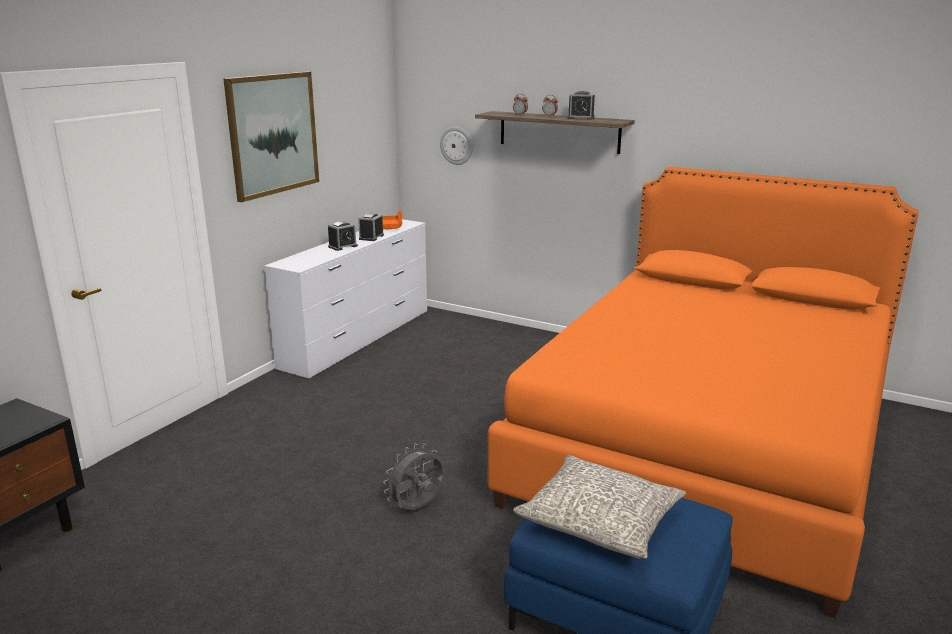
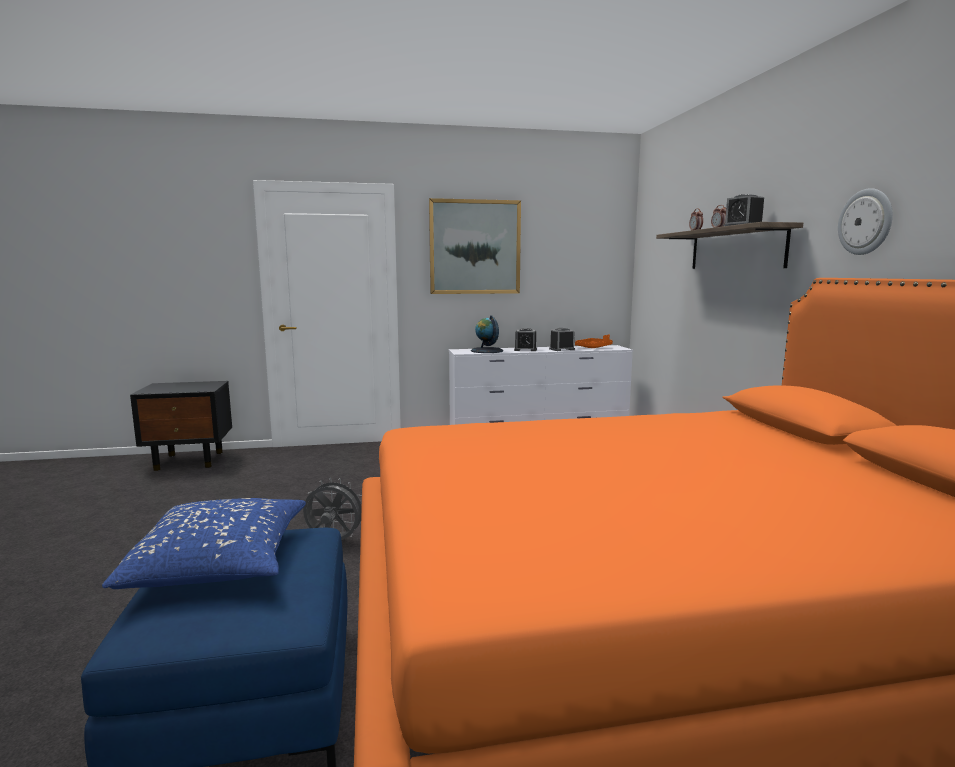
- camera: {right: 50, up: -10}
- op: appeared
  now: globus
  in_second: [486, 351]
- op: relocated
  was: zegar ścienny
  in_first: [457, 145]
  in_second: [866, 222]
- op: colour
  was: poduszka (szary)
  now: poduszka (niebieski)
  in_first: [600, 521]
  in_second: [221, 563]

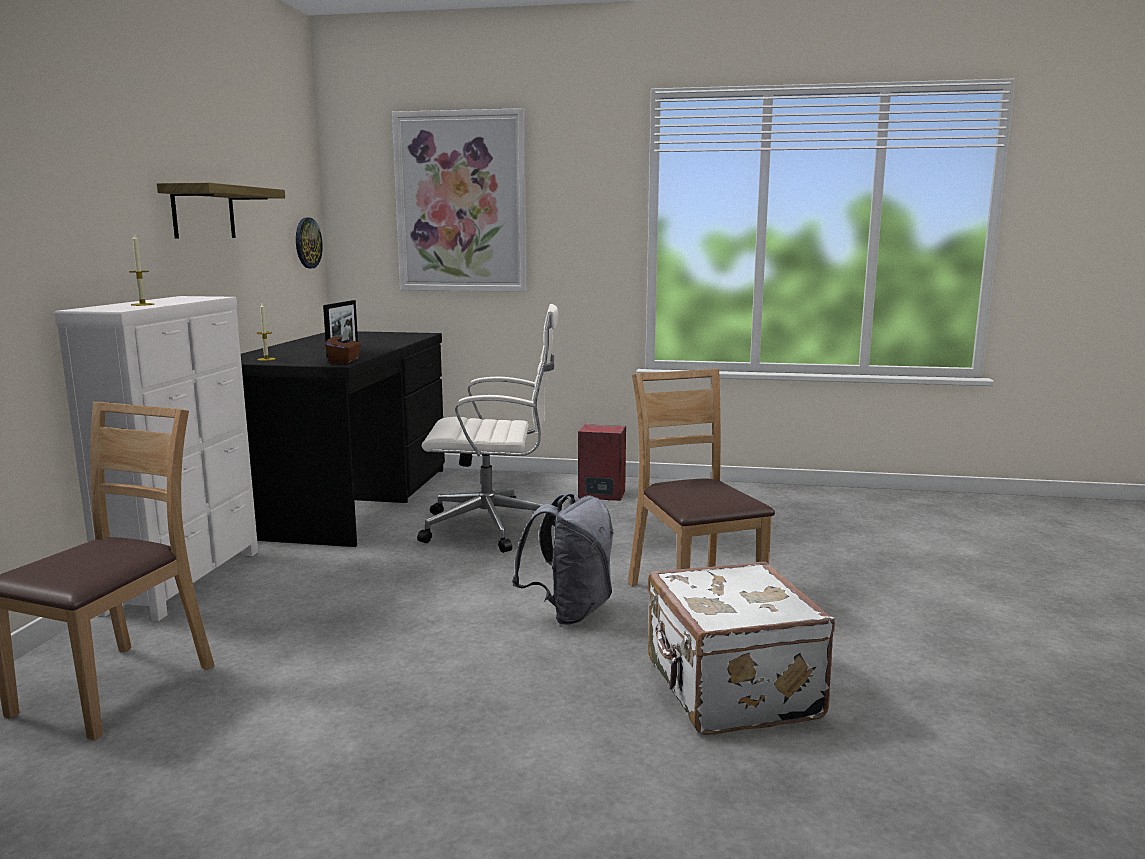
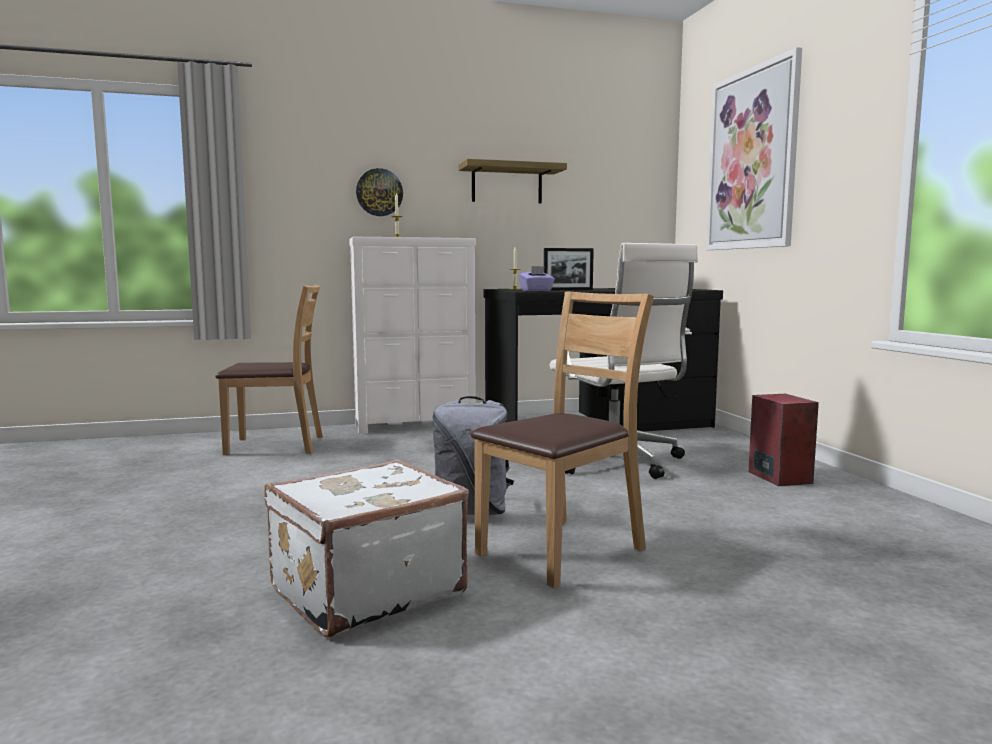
- camera: {right: 65, up: -5}
- op: relocated
  was: zegar ścienny
  in_first: [307, 243]
  in_second: [379, 192]
- op: colour
  was: pudełko chusteczek (brązowy)
  now: pudełko chusteczek (fioletowy)
  in_first: [344, 361]
  in_second: [536, 291]

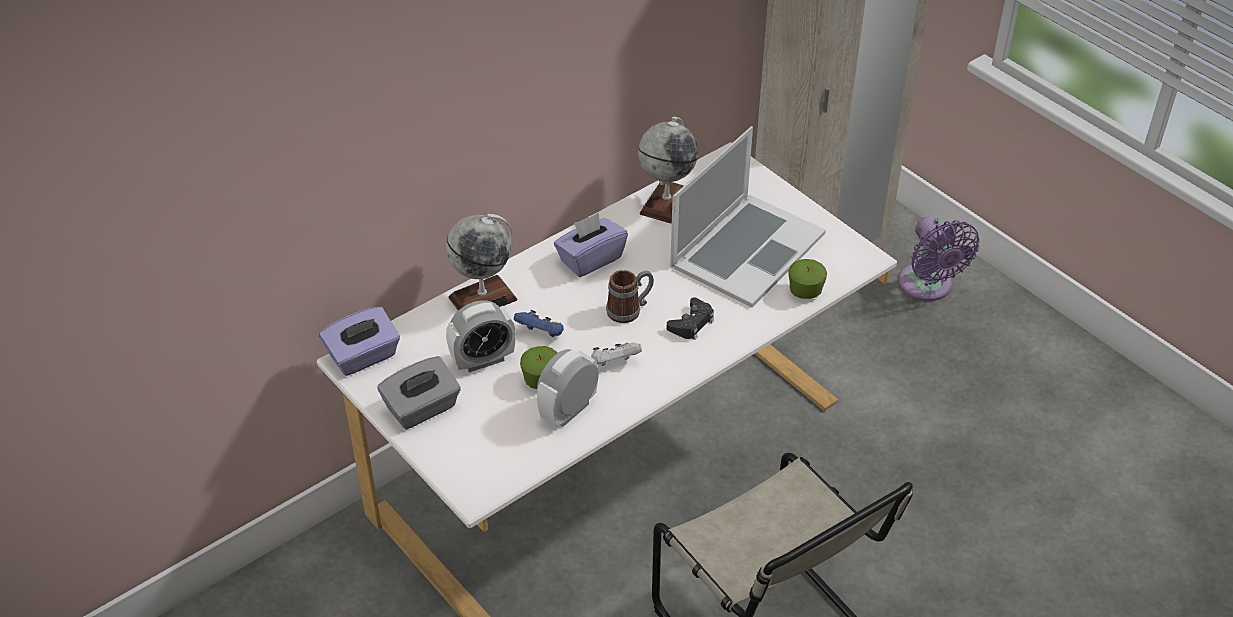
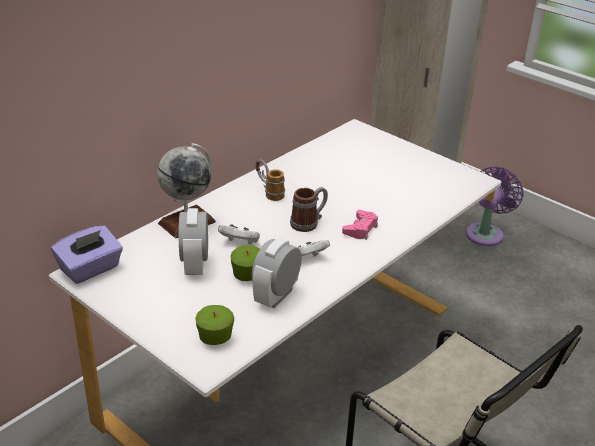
- camera: {right: -10, up: -10}
- op: missing
  was: pudełko chusteczek (szary)
  in_first: [422, 409]
- op: missing
  was: globus
  in_first: [666, 202]
- op: missing
  was: laptop
  in_first: [746, 249]
- op: relocated
  was: jabłko
  in_first: [805, 291]
  in_second: [215, 338]
- op: exchanged
  was: pudełko chusteczek (fioletowy)
  now: kubek
  in_first: [590, 259]
  in_second: [268, 192]
- op: colour
  was: pad do gier (niebieski)
  now: pad do gier (biały)
  in_first: [541, 333]
  in_second: [240, 243]
- op: colour
  was: pad do gier (czarny)
  now: pad do gier (różowy)
  in_first: [691, 324]
  in_second: [360, 229]
- op: spun
  was: budzik
  in_first: [483, 360]
  in_second: [195, 264]
  clockwise: 120
- op: spun
  was: wentylator (fioletowy)
  in_first: [927, 287]
  in_second: [486, 233]
  clockwise: -120

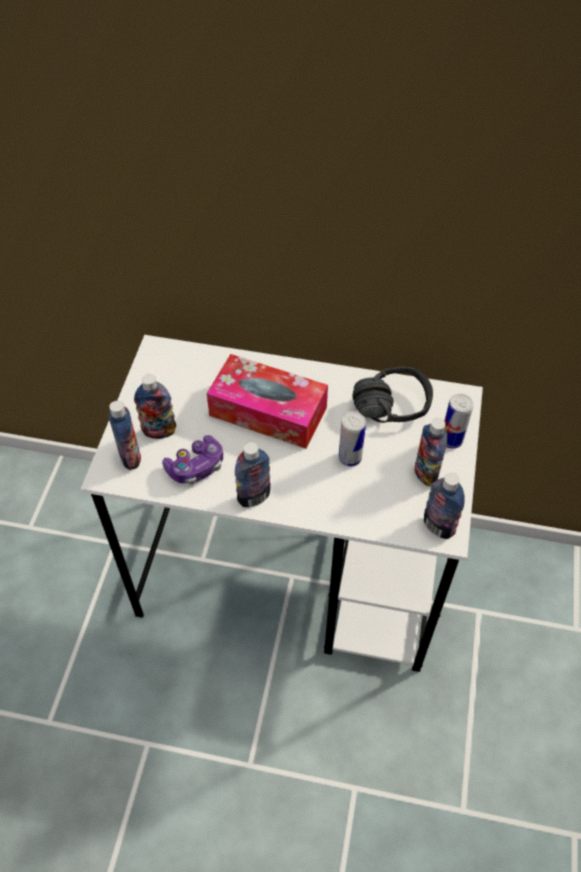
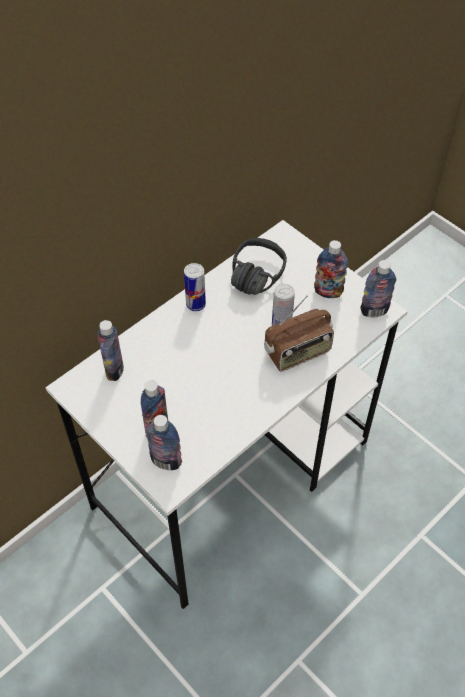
- camera: {right: -55, up: 0}
- op: missing
  was: pad do gier
  in_first: [196, 467]
- op: missing
  was: pudełko chusteczek
  in_first: [268, 411]
- op: appeared
  now: radio
  in_second: [298, 353]
- op: relocated
  was: butelka
  in_first: [254, 497]
  in_second: [114, 370]
- op: relocated
  was: puszka
  in_first: [451, 440]
  in_second: [195, 304]

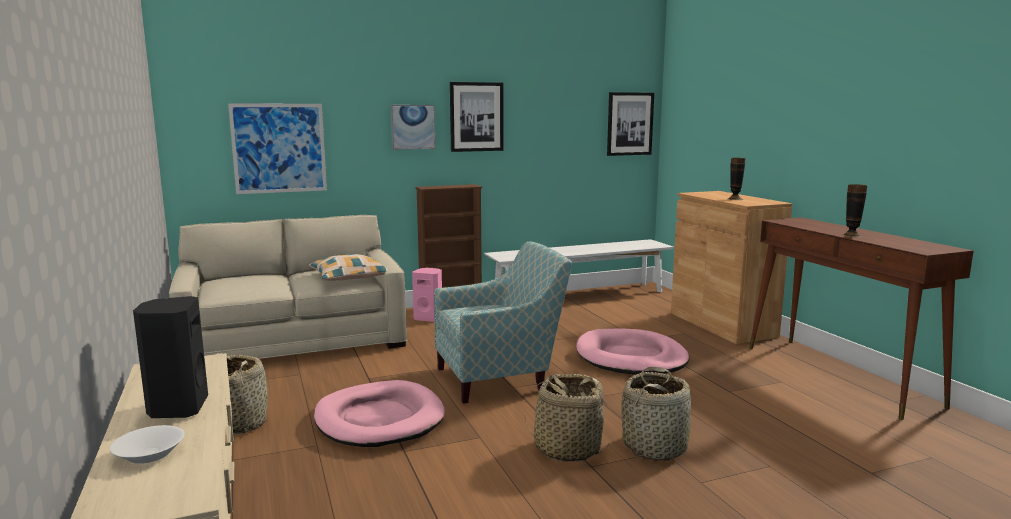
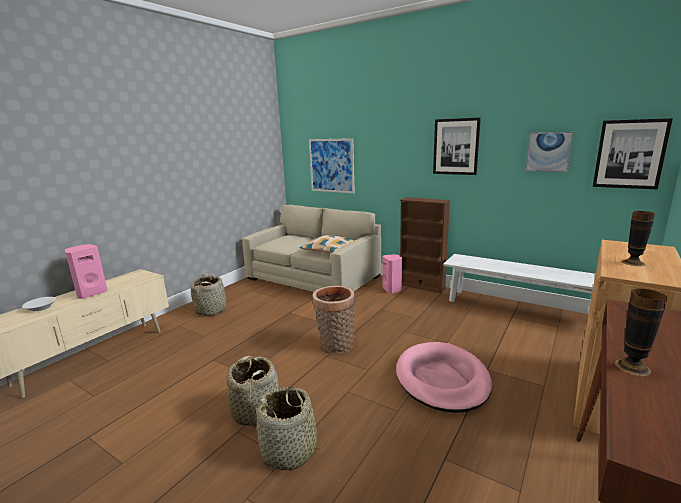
- camera: {right: 55, up: 5}
- op: missing
  was: legowisko (różowy)
  in_first: [379, 419]
- op: relocated
  was: obraz
  in_first: [413, 127]
  in_second: [548, 152]
- op: exchanged
  was: fotel
  now: koszyk
  in_first: [500, 378]
  in_second: [336, 346]
- op: colour
  was: głośnik (czarny)
  now: głośnik (różowy)
  in_first: [177, 408]
  in_second: [91, 293]

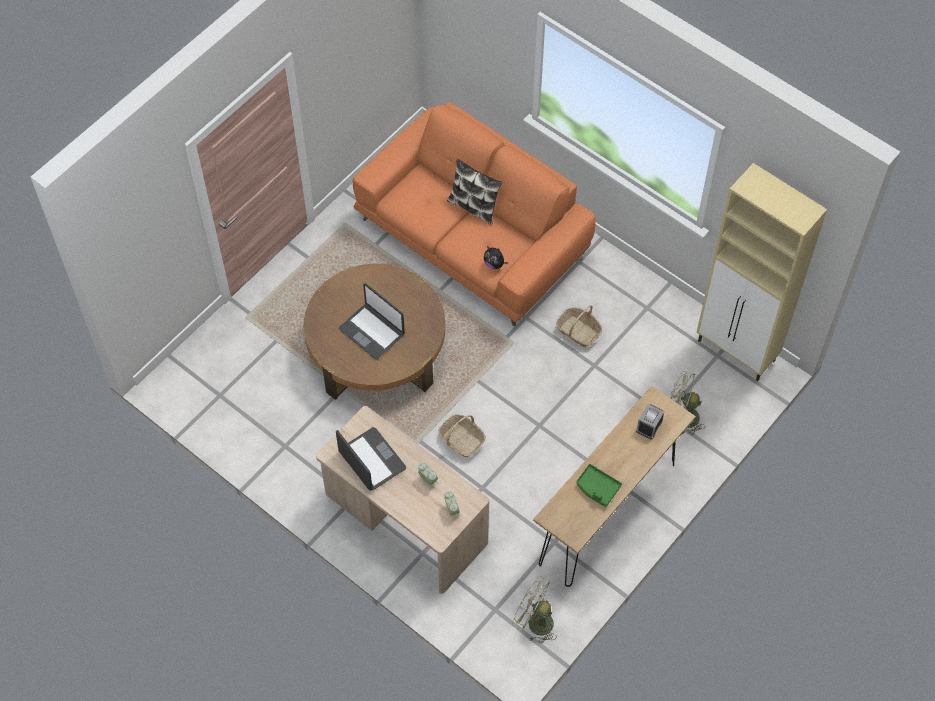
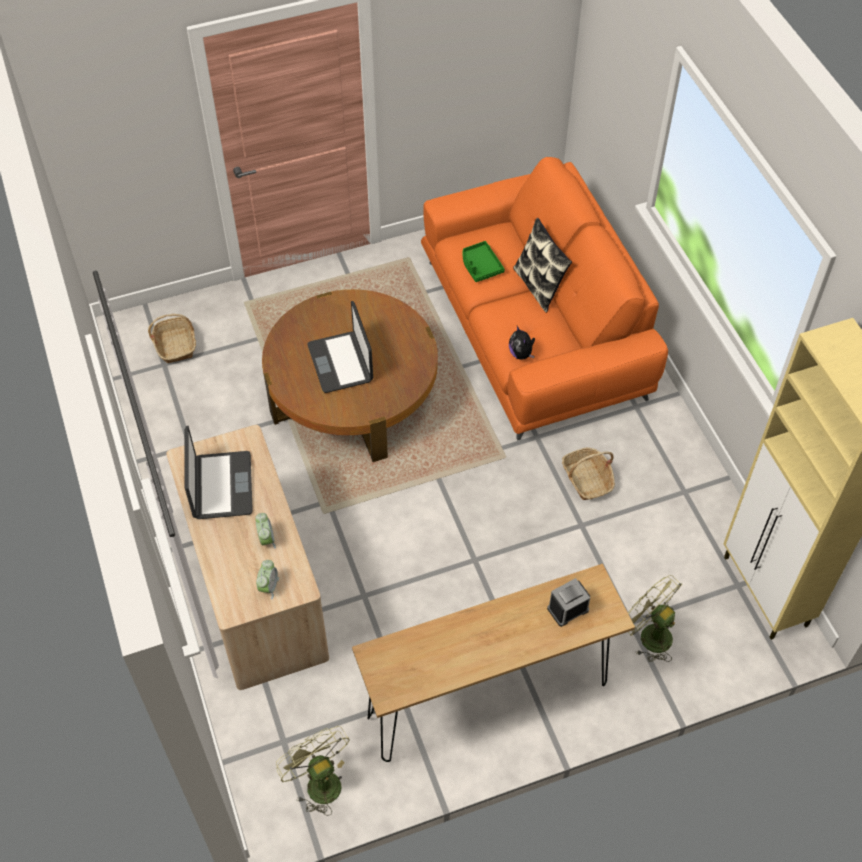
- camera: {right: 30, up: -5}
- op: relocated
  was: koszyk
  in_first: [461, 439]
  in_second: [176, 345]
- op: relocated
  was: taca (zielony)
  in_first: [597, 488]
  in_second: [480, 266]

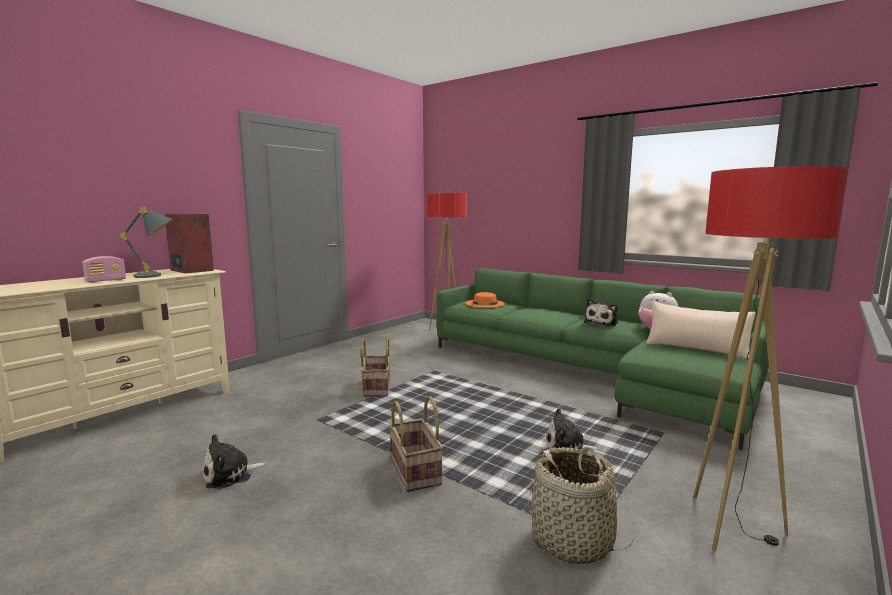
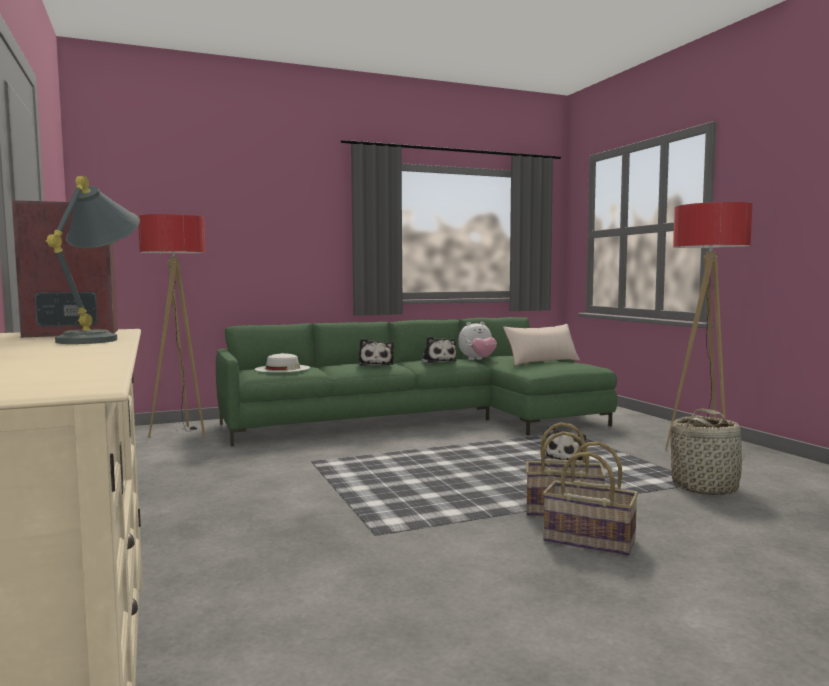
- camera: {right: -60, up: -5}
- op: missing
  was: radio
  in_first: [106, 281]
- op: relocated
  was: pluszak
  in_first: [231, 475]
  in_second: [376, 364]
- op: relocated
  was: koszyk
  in_first: [376, 387]
  in_second: [588, 541]
- op: colour
  was: kapelusz (pomarańczowy)
  now: kapelusz (biały)
  in_first: [485, 303]
  in_second: [282, 368]

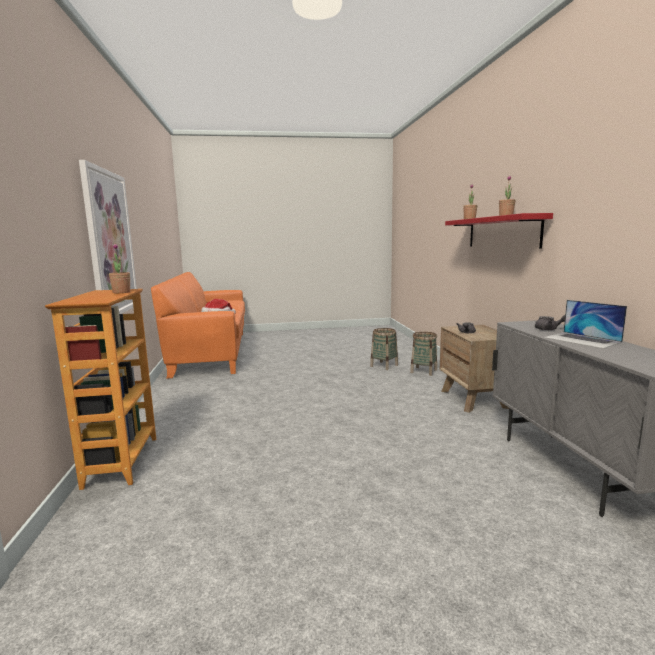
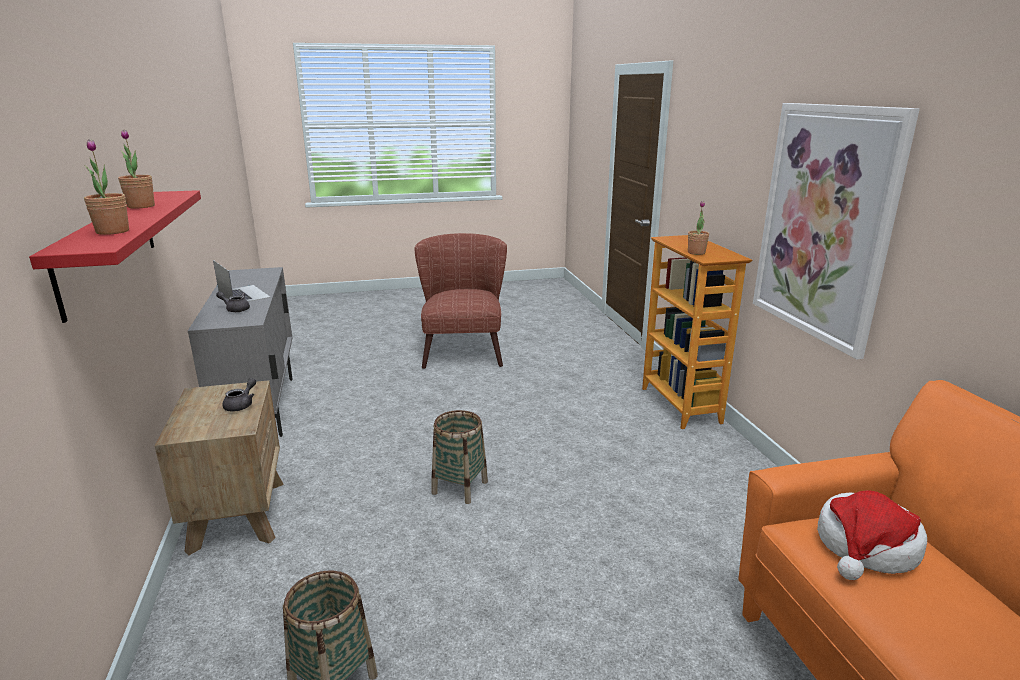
- camera: {right: 175, up: 10}
- op: appeared
  now: fotel (brązowy)
  in_second: [463, 349]
- op: relocated
  was: koszyk
  in_first: [423, 371]
  in_second: [459, 487]

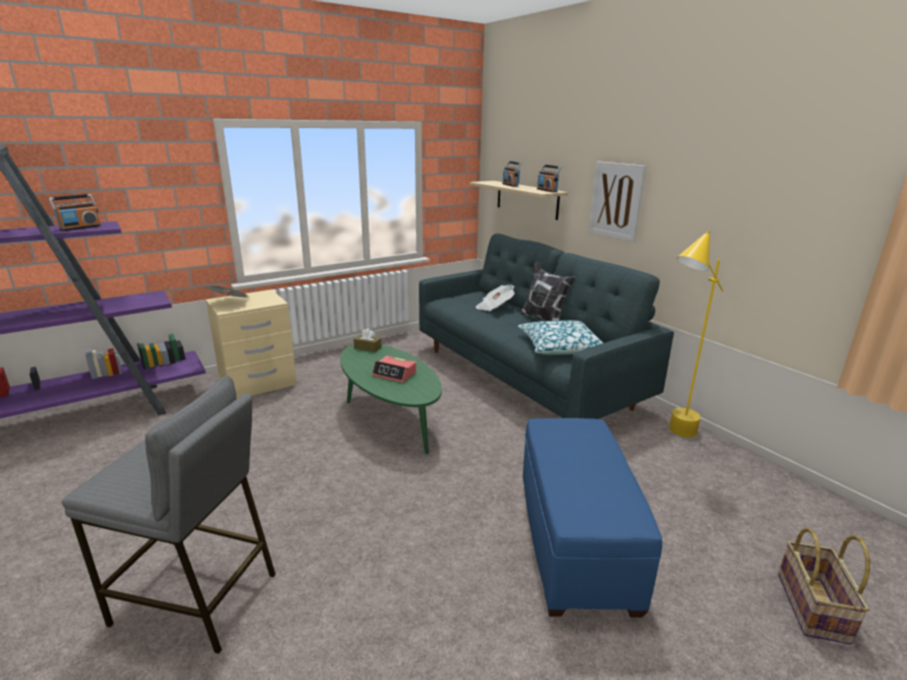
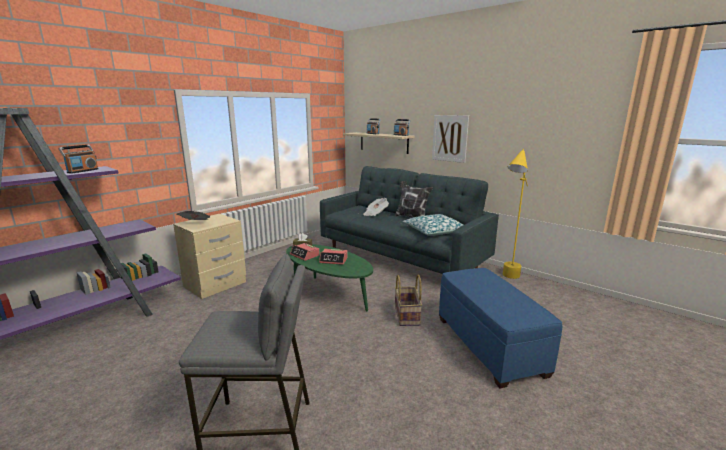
- camera: {right: -15, up: -5}
- op: appeared
  now: budzik
  in_second: [304, 255]
- op: relocated
  was: koszyk
  in_first: [814, 608]
  in_second: [407, 315]

